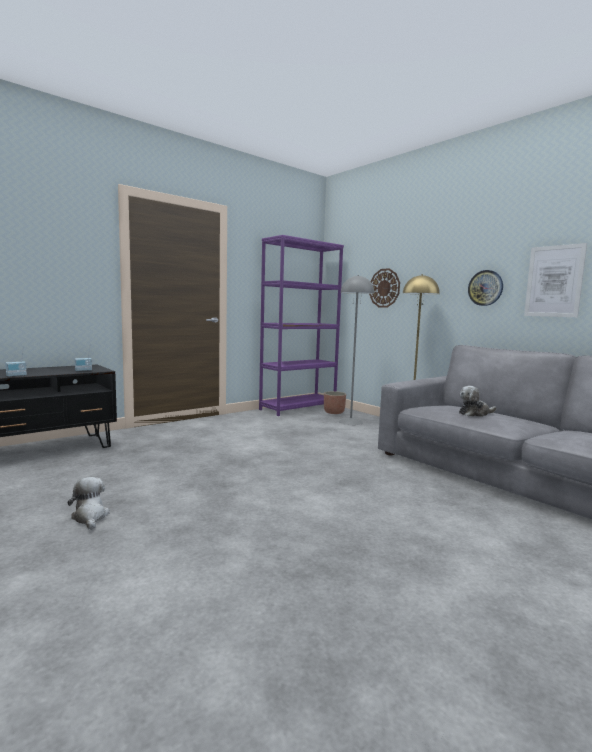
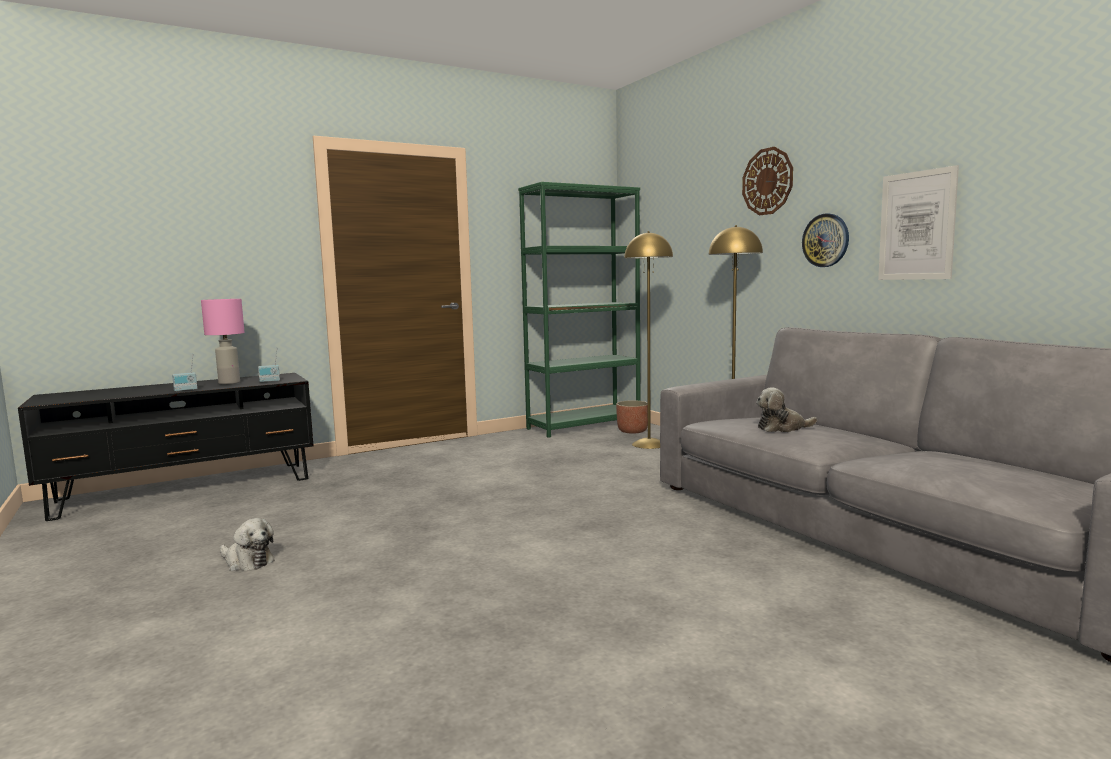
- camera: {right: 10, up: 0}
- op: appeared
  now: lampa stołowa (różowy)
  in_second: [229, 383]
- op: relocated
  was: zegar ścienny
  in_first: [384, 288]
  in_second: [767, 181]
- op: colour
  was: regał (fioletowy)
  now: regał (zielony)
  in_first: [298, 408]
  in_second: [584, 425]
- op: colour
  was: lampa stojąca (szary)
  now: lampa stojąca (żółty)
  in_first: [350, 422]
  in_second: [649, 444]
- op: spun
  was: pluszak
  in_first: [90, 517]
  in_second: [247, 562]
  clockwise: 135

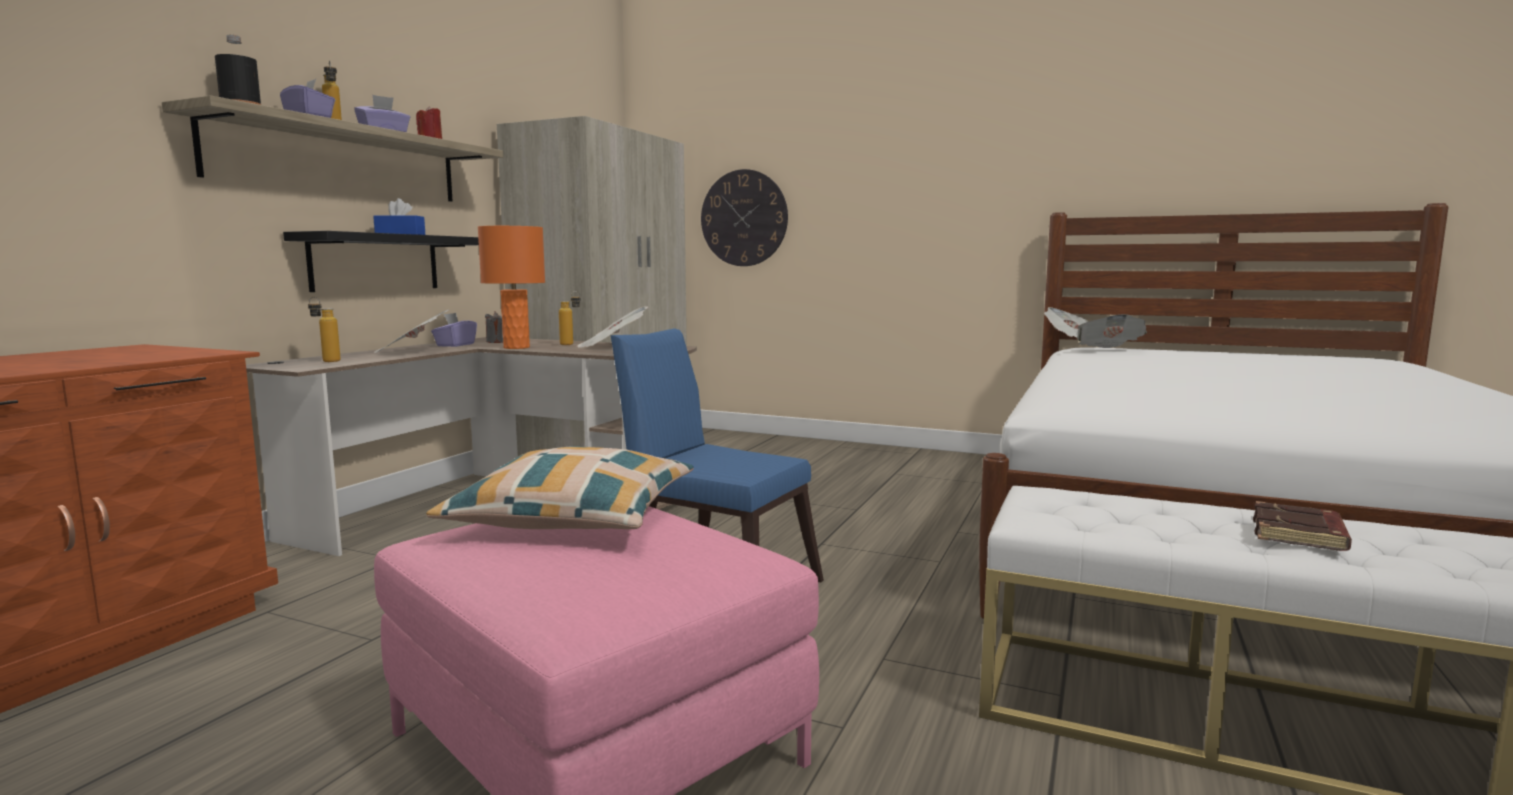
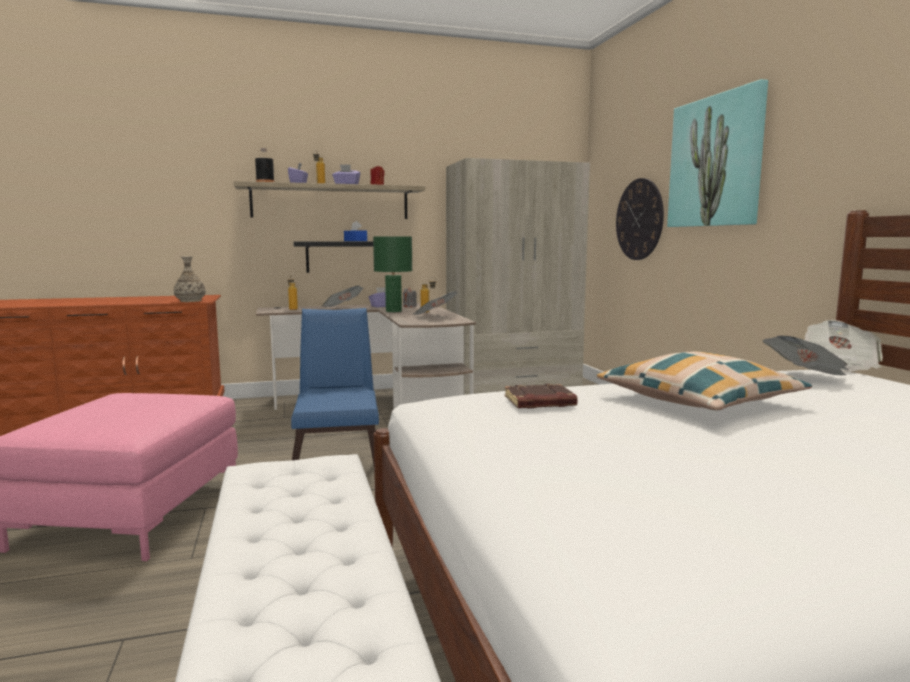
- camera: {right: 50, up: 0}
- op: appeared
  now: wazon
  in_second: [190, 301]
- op: appeared
  now: obraz
  in_second: [716, 162]
- op: relocated
  was: poduszka
  in_first: [574, 516]
  in_second: [698, 401]
- op: relocated
  was: książka (brązowy)
  in_first: [1300, 535]
  in_second: [539, 403]
- op: colour
  was: lampa stołowa (pomarańczowy)
  now: lampa stołowa (zielony)
  in_first: [517, 347]
  in_second: [394, 311]

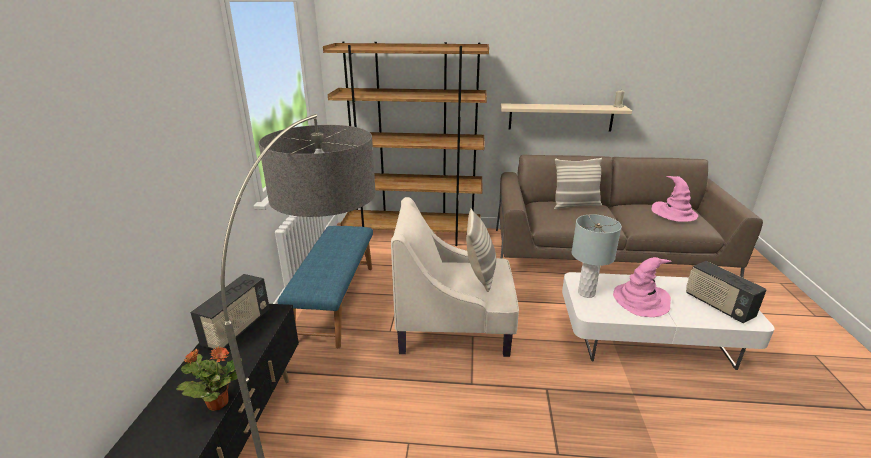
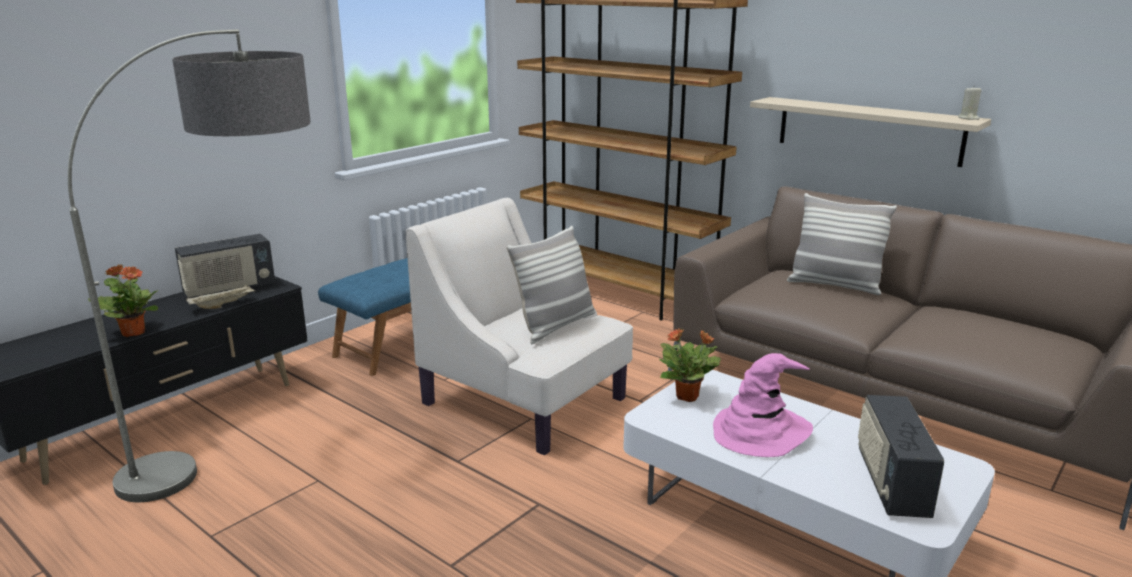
- camera: {right: 35, up: -5}
- op: missing
  was: kapelusz (różowy)
  in_first: [674, 213]
- op: appeared
  now: taca (beżowy)
  in_second: [223, 305]
- op: exchanged
  was: lampa stołowa (szary)
  now: roślina doniczkowa
  in_first: [586, 293]
  in_second: [688, 397]

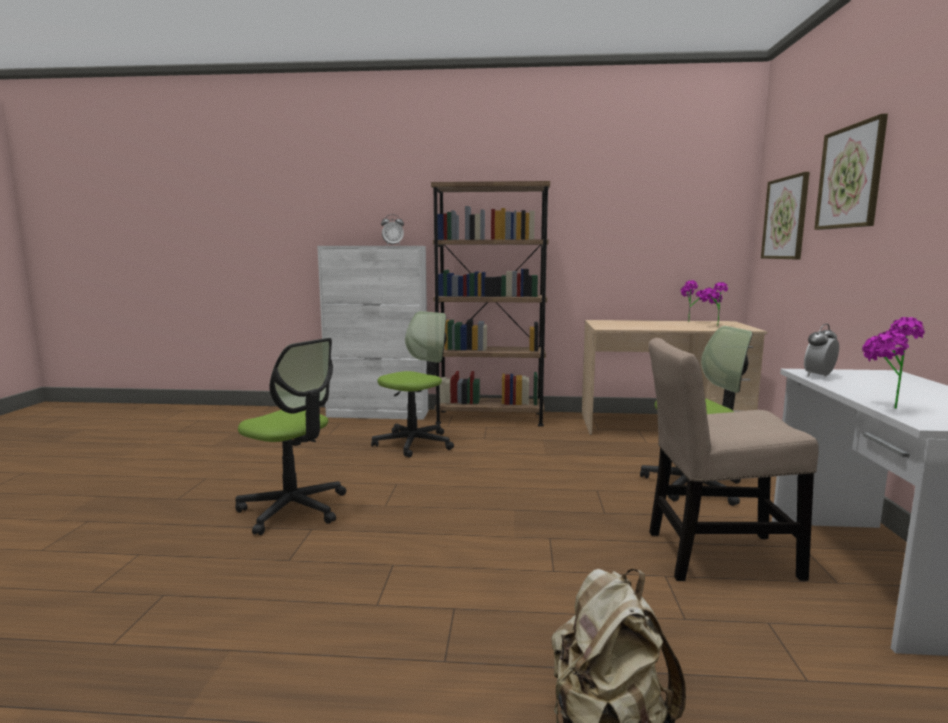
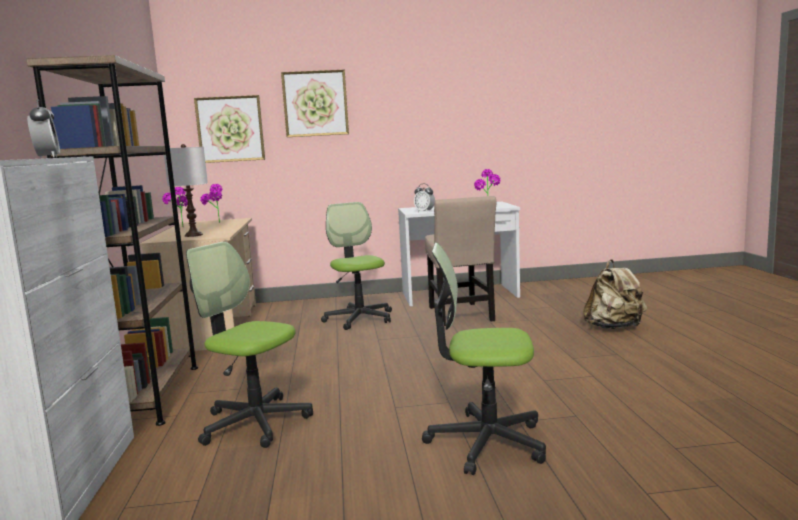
- camera: {right: -100, up: 0}
- op: appeared
  now: lampa stołowa (biały)
  in_second: [194, 235]
- op: spun
  was: krzesło biurowe
  in_first: [293, 509]
  in_second: [486, 442]
  clockwise: -105

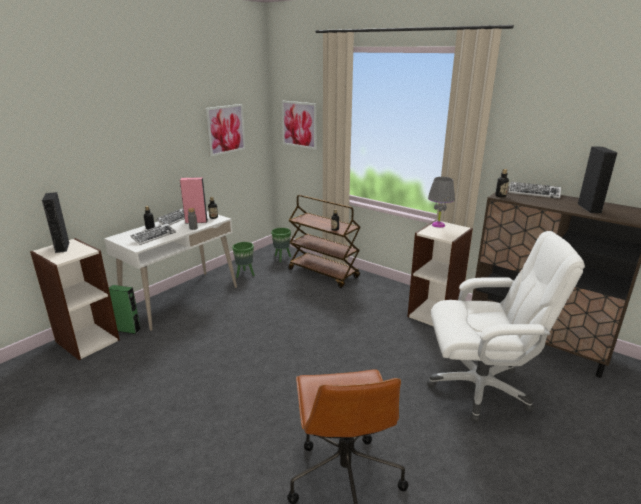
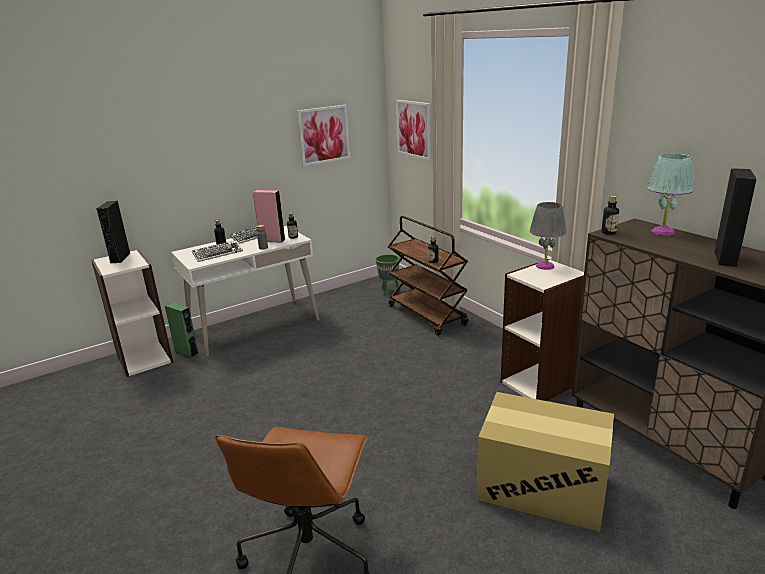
- camera: {right: 20, up: 0}
- op: missing
  was: donica (zielony)
  in_first: [245, 274]
- op: exchanged
  was: krzesło biurowe (biały)
  now: karton
  in_first: [480, 387]
  in_second: [542, 487]
- op: exchanged
  was: klawiatura
  now: lampa stołowa (turkusowy)
  in_first: [533, 193]
  in_second: [663, 232]

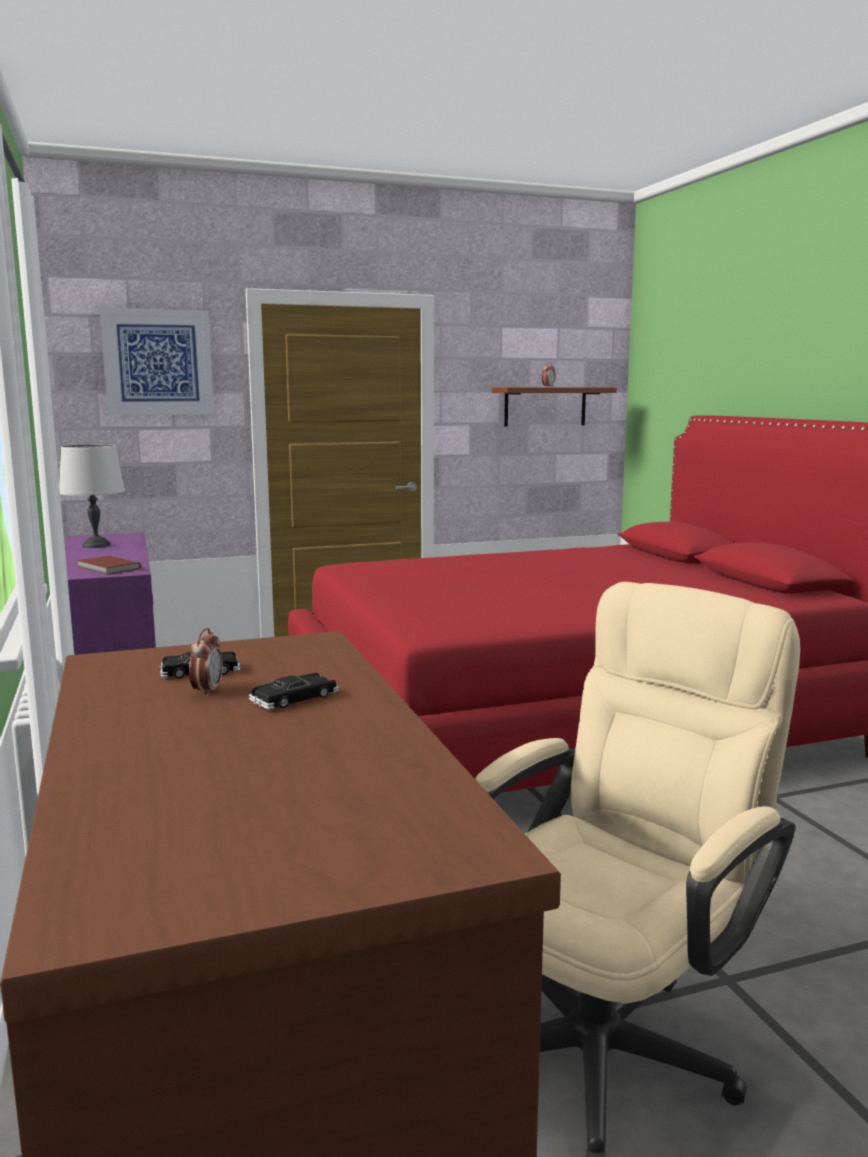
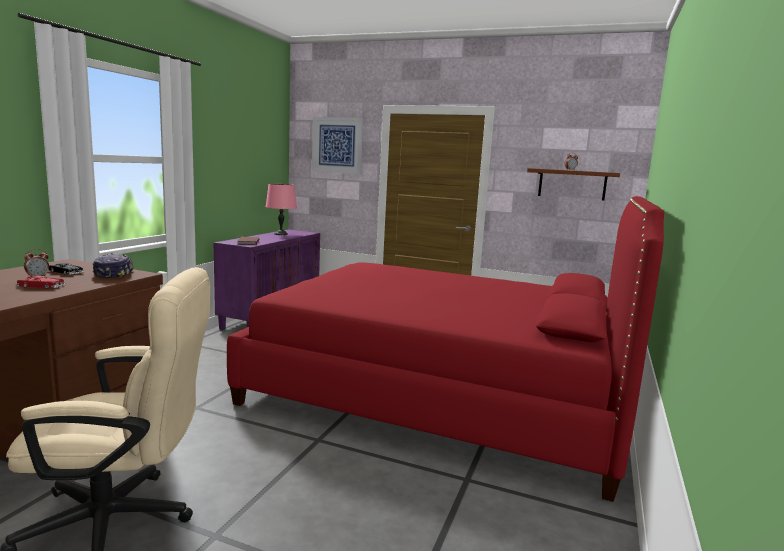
- camera: {right: 40, up: 0}
- op: appeared
  now: czapka z daszkiem
  in_second: [114, 274]
- op: colour
  was: lampa stołowa (szary)
  now: lampa stołowa (różowy)
  in_first: [96, 545]
  in_second: [281, 234]
- op: colour
  was: samochodzik (czarny)
  now: samochodzik (czerwony)
  in_first: [294, 698]
  in_second: [41, 286]

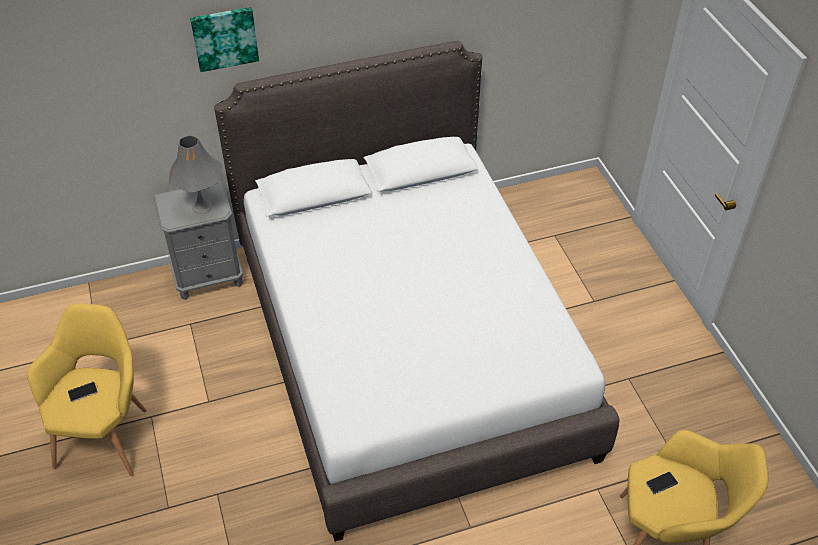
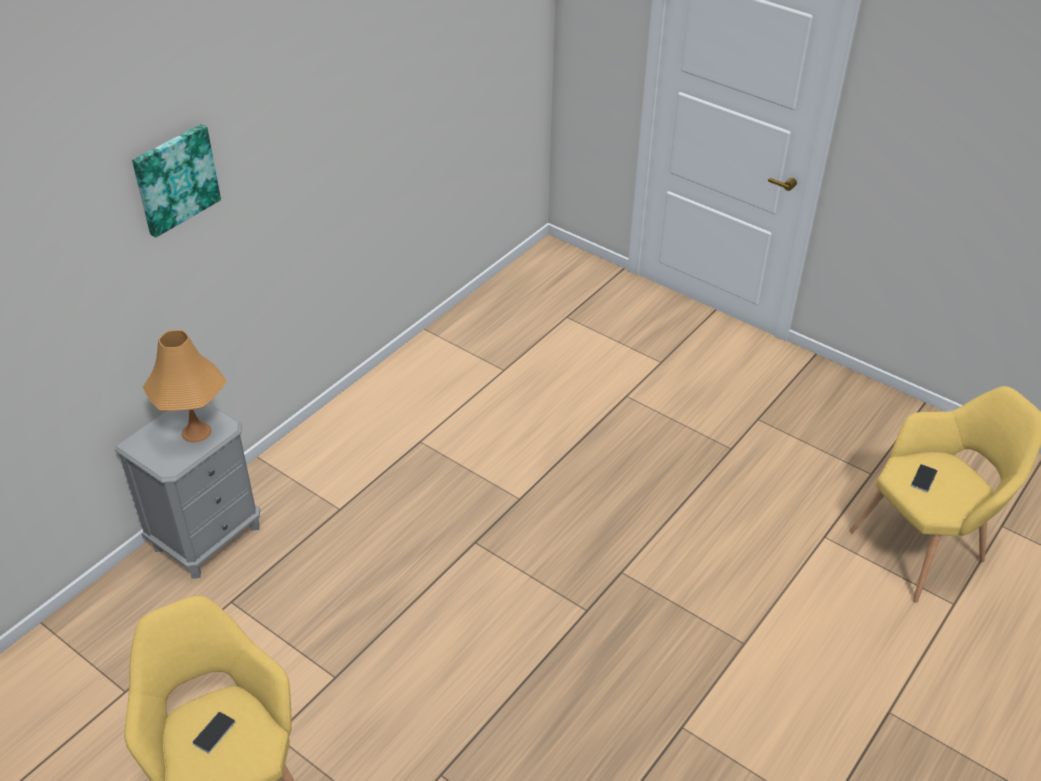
- camera: {right: -35, up: -5}
- op: missing
  was: łóżko (biały)
  in_first: [409, 348]
- op: colour
  was: lampa stołowa (szary)
  now: lampa stołowa (pomarańczowy)
  in_first: [202, 206]
  in_second: [196, 432]

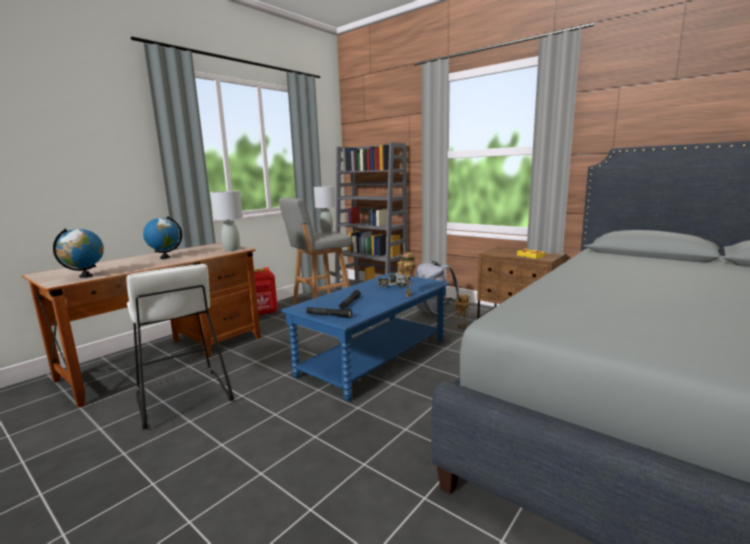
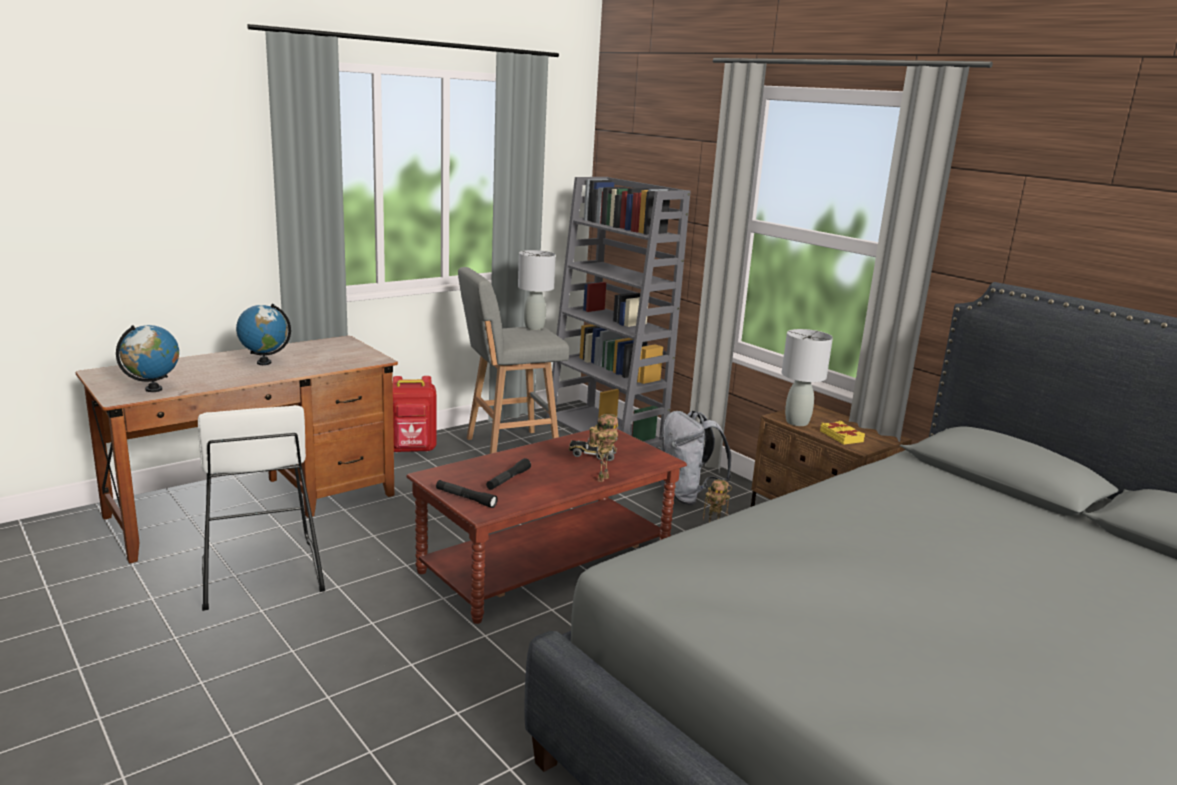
- camera: {right: 10, up: 5}
- op: relocated
  was: lampa stołowa (szary)
  in_first: [231, 249]
  in_second: [796, 422]
- op: colour
  was: ława (niebieski)
  now: ława (brązowy)
  in_first: [374, 357]
  in_second: [546, 561]

